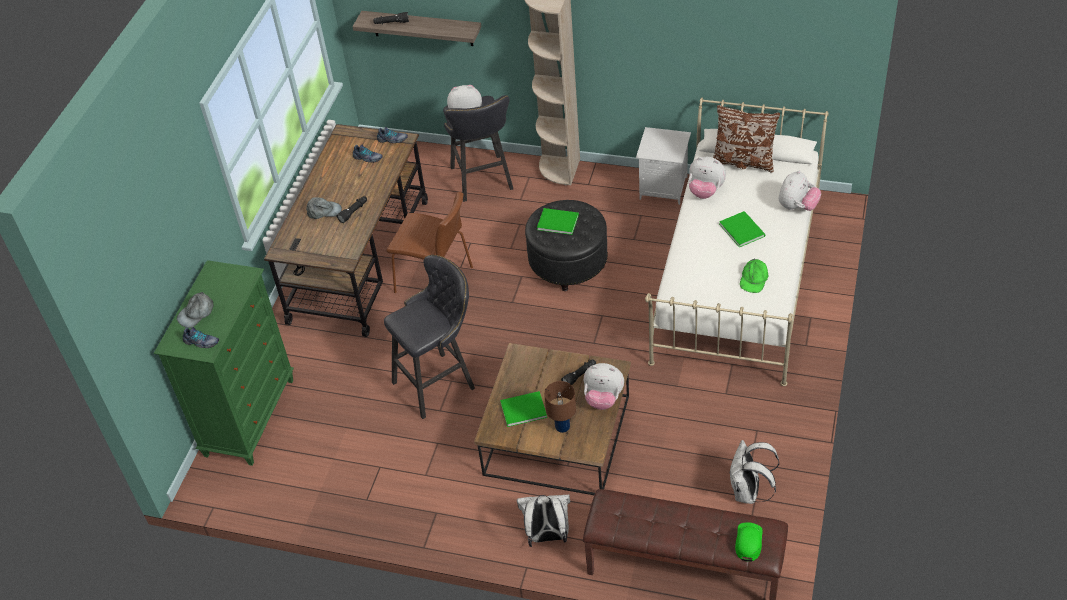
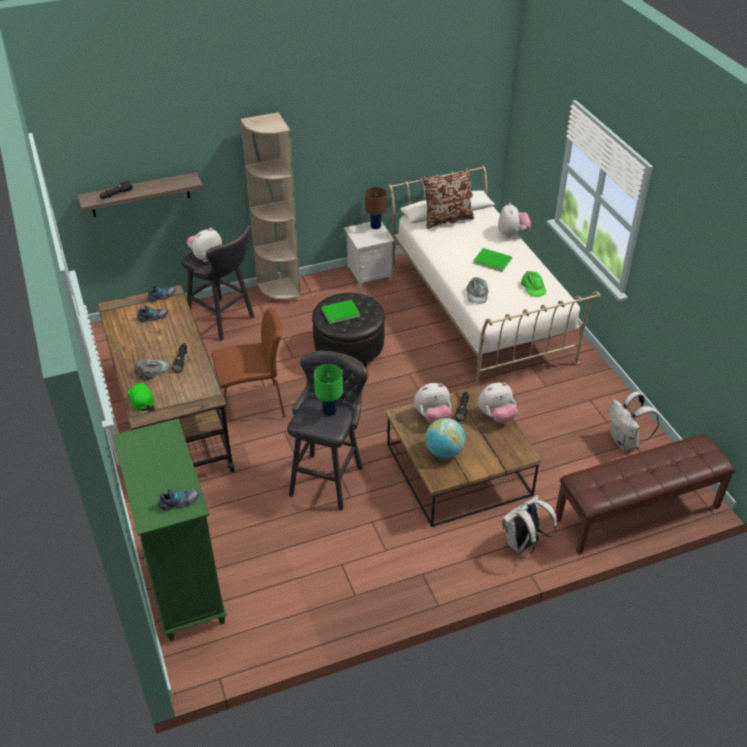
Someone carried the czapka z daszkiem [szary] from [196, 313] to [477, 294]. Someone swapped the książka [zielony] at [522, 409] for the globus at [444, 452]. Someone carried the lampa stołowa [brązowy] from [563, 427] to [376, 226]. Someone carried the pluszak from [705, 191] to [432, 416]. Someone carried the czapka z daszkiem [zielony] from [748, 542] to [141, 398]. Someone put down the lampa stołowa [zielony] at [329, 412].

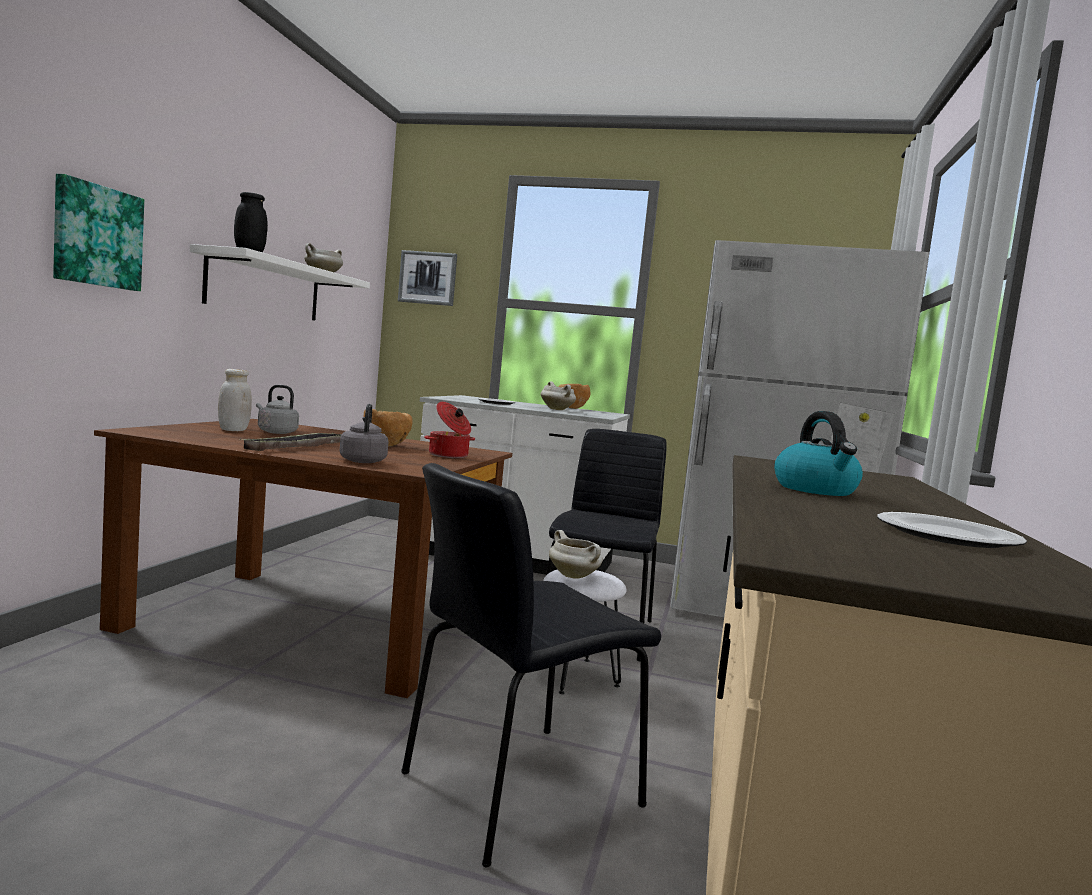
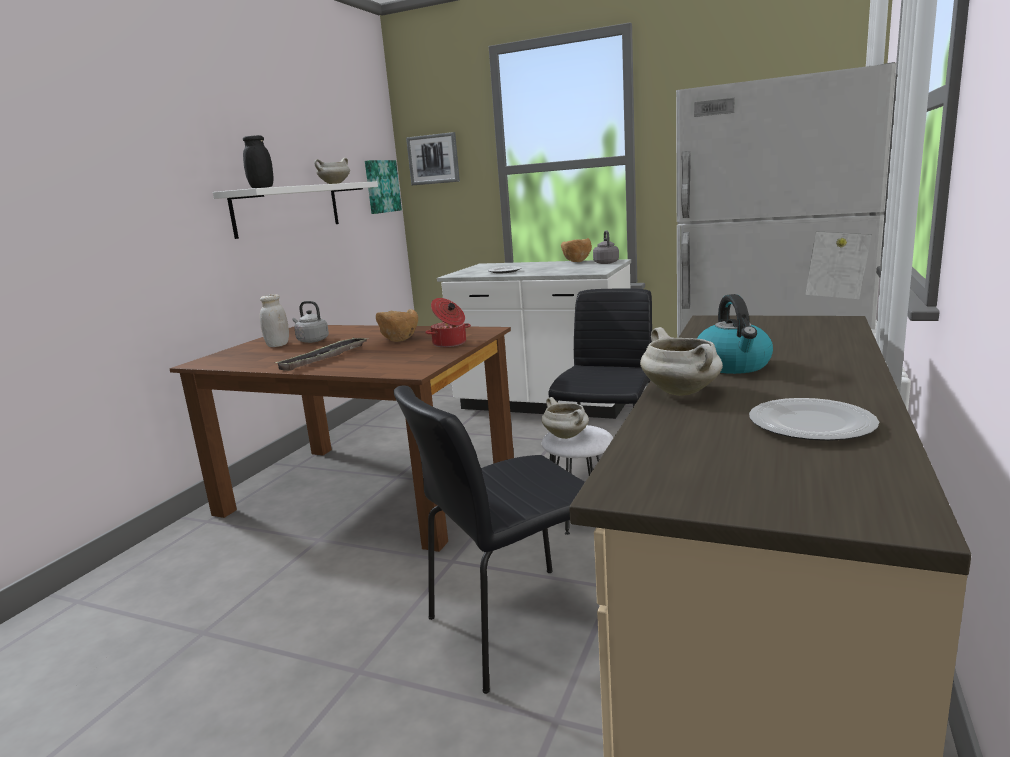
Someone carried the obraz from [96, 236] to [381, 186]. Someone carried the czajnik [szary] from [363, 461] to [606, 263]. Someone carried the garnek [biały] from [557, 409] to [682, 392].

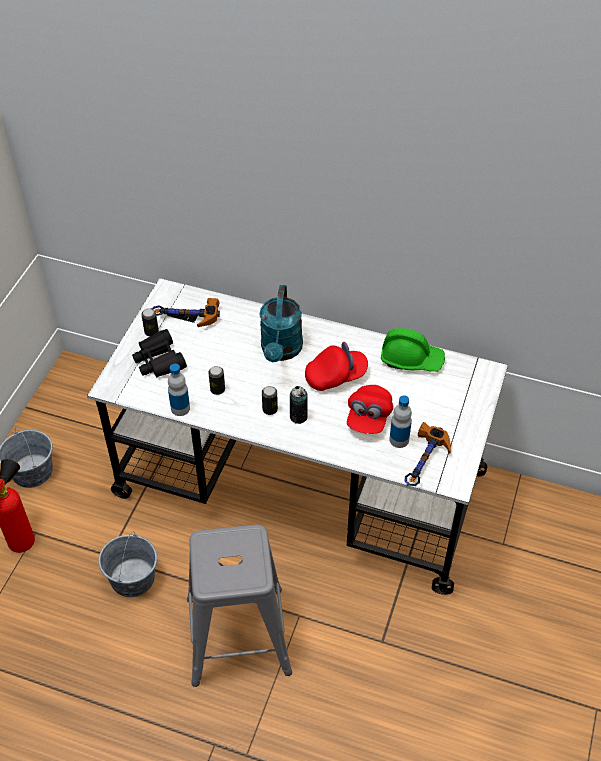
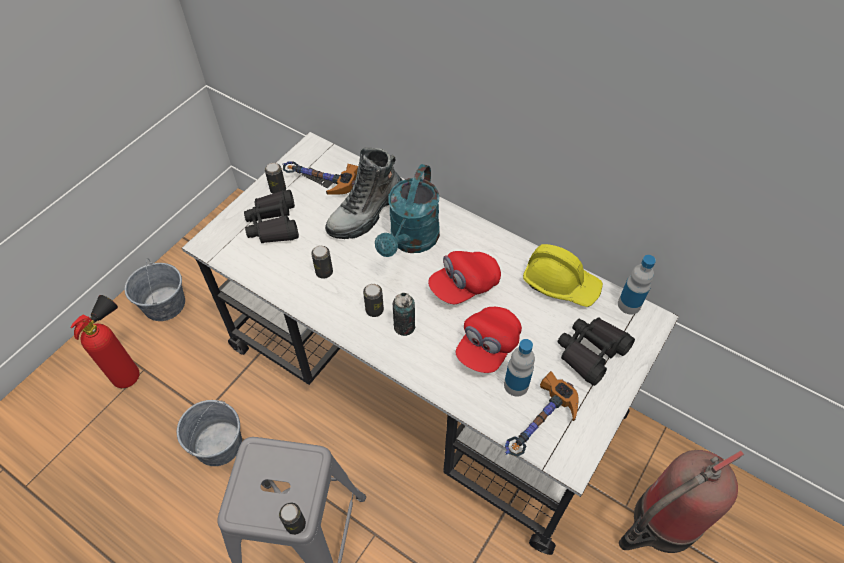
Someone carried the butelka from [180, 408] to [629, 304]. Someone rotated the czapka z daszkiem [czerwony] at [335, 376] by 150 degrees clockwise. Someone repainted the kask [zielony] at [411, 359], which became the kask [żółty] at [560, 283]. Someone put down the puszka at [295, 524]. Someone put down the but z cholewką at [366, 212]. Someone put down the lornetka [czarny] at [591, 352]. Someone put down the gaśnica at [660, 523].

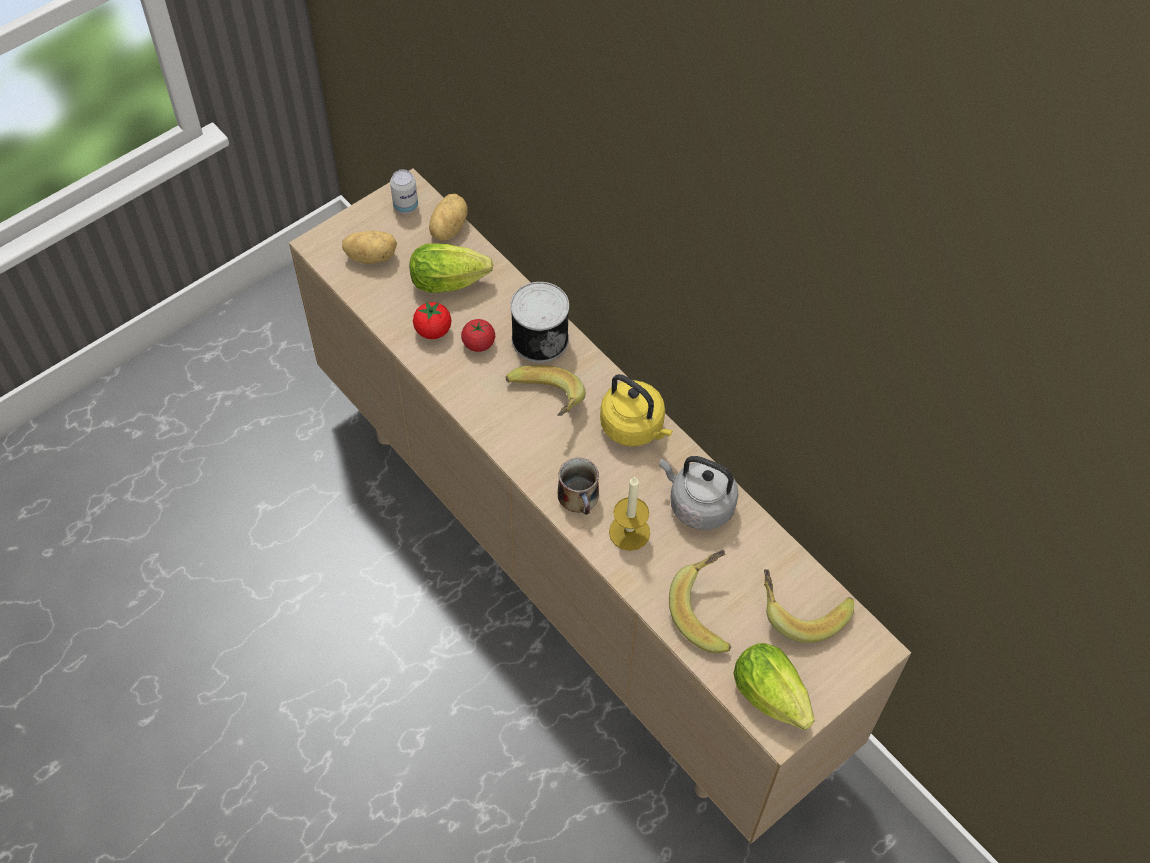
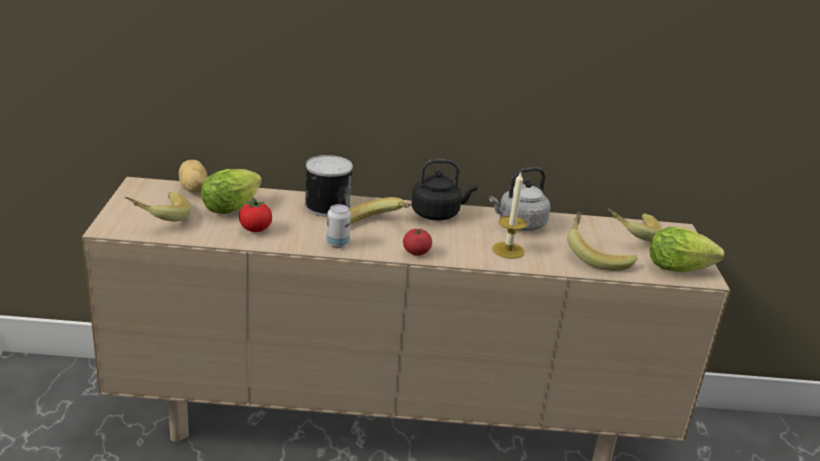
Someone swapped the ziemniak at [371, 256] for the banan at [158, 218]. Someone carried the puszka from [405, 206] to [337, 243]. Someone carried the pomidor from [478, 343] to [416, 252]. Someone took away the kubek at [579, 497]. Someone repainted the czajnik [żółty] at [634, 427], which became the czajnik [czarny] at [438, 214].

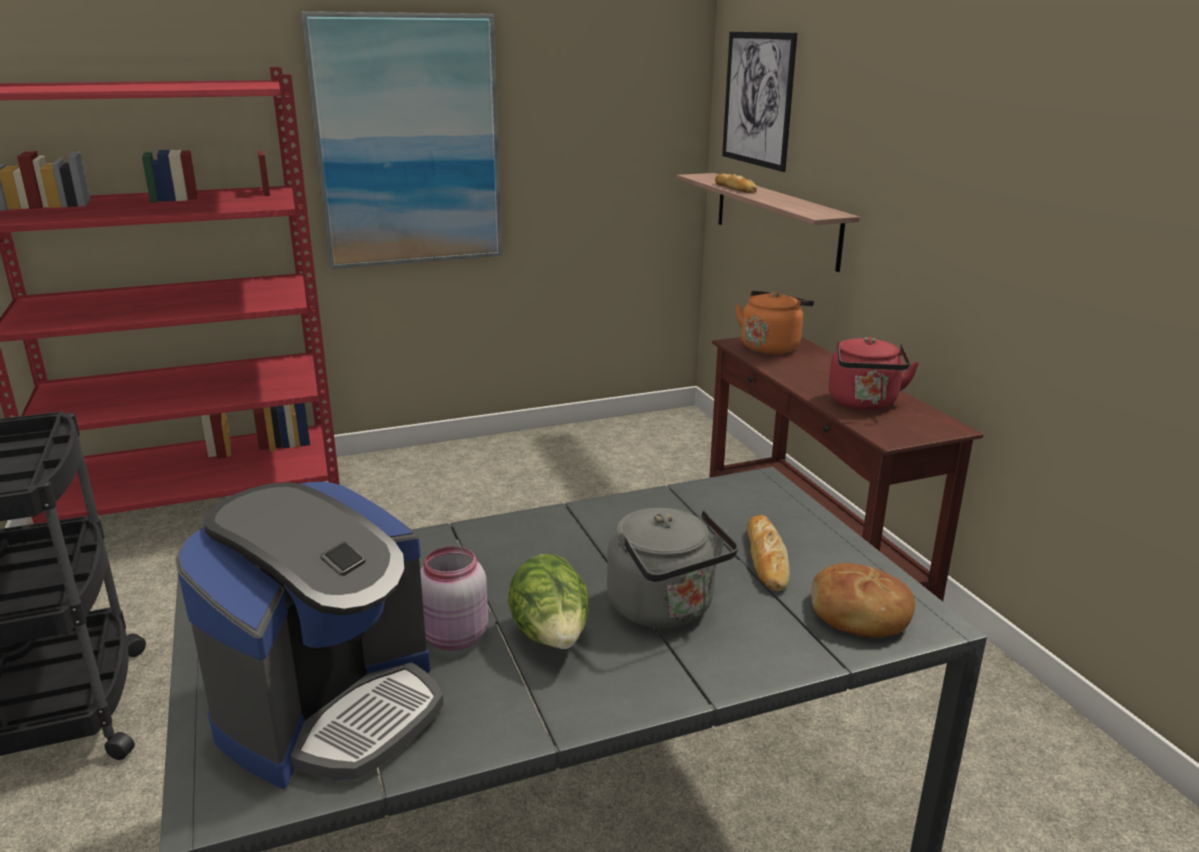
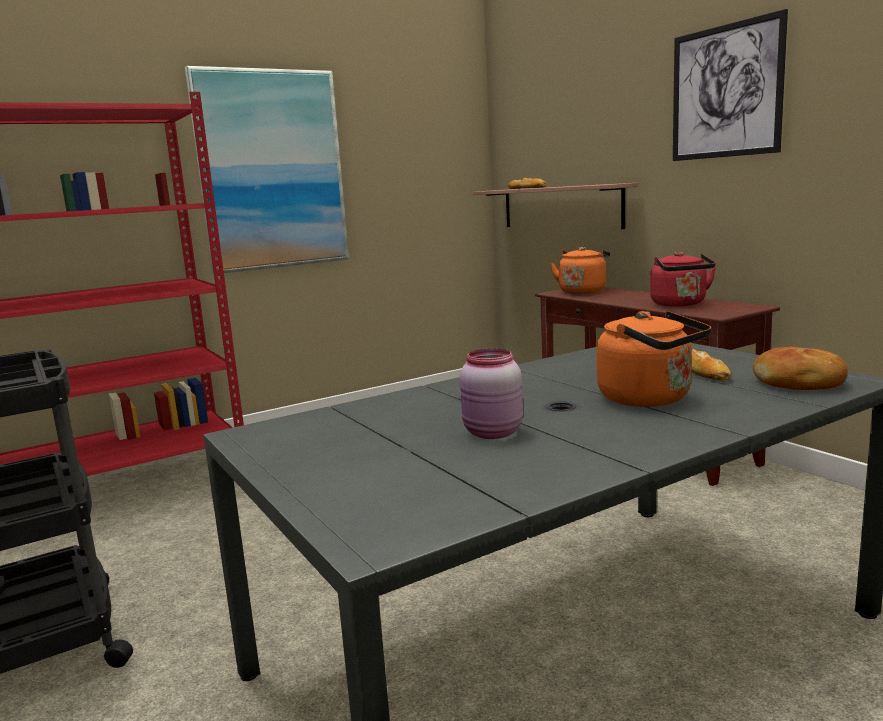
Someone took away the ekspres do kawy at [331, 708]. Someone took away the sałata at [551, 637]. Someone repainted the czajnik [szary] at [665, 610], which became the czajnik [pomarańczowy] at [650, 399]. Someone carried the obraz from [757, 99] to [725, 92].

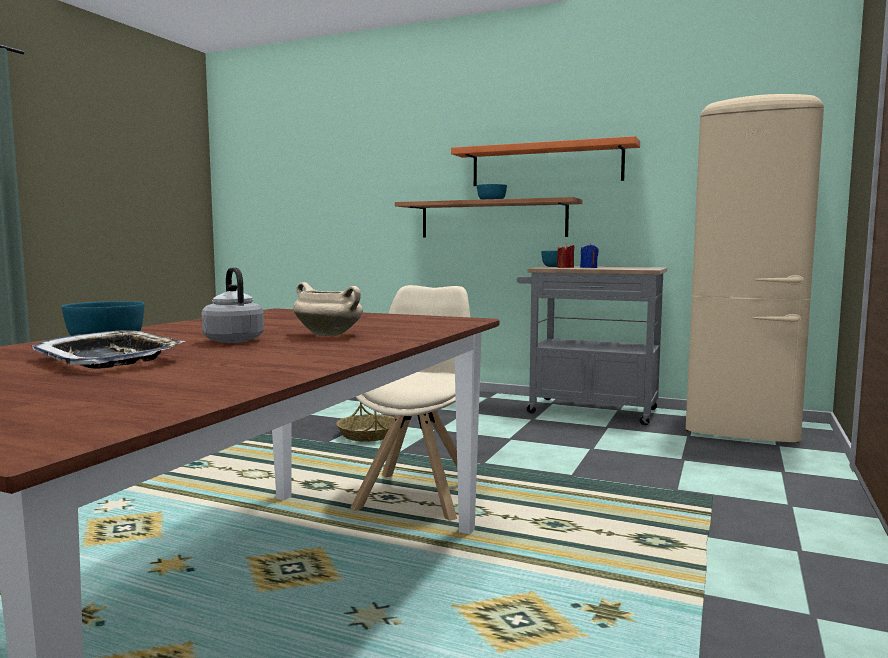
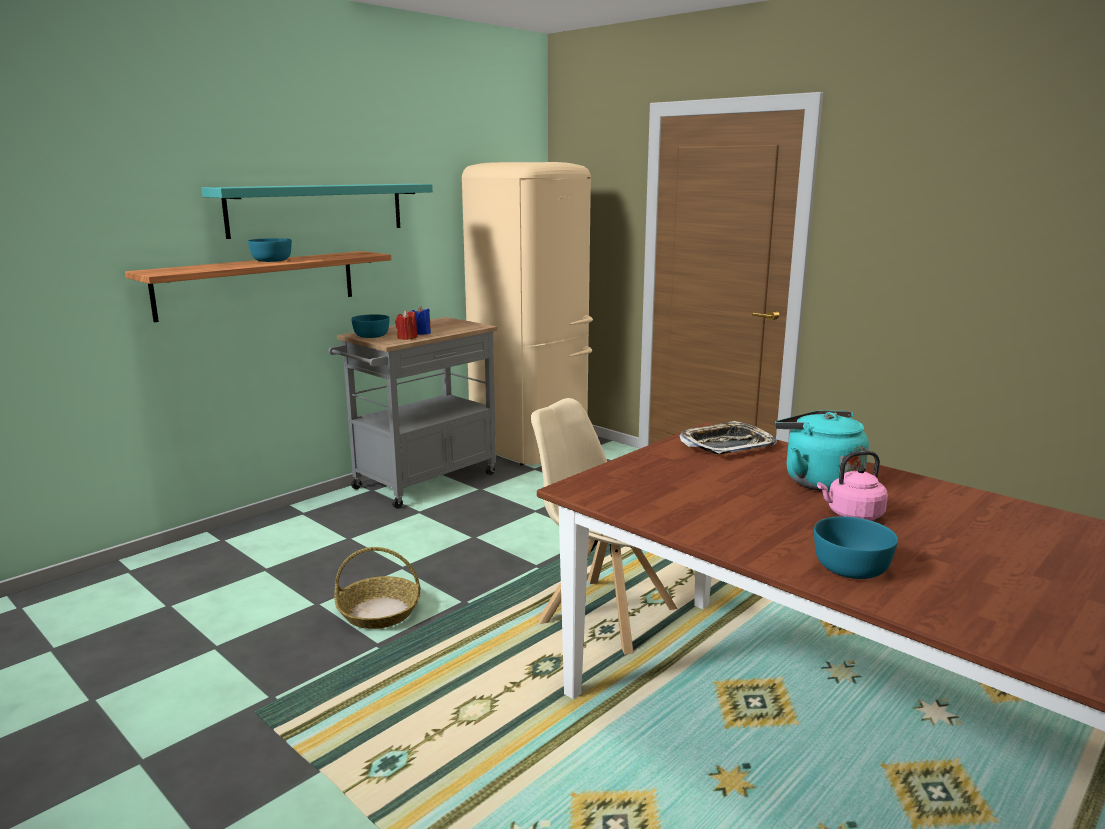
Someone carried the taca from [110, 359] to [727, 445]. Someone repainted the czajnik [szary] at [233, 340], which became the czajnik [różowy] at [852, 515]. Someone swapped the garnek [beżowy] at [330, 335] for the czajnik [turkusowy] at [817, 481]. Someone repainted the półka [pomarańczowy] at [546, 164], which became the półka [turkusowy] at [318, 209].

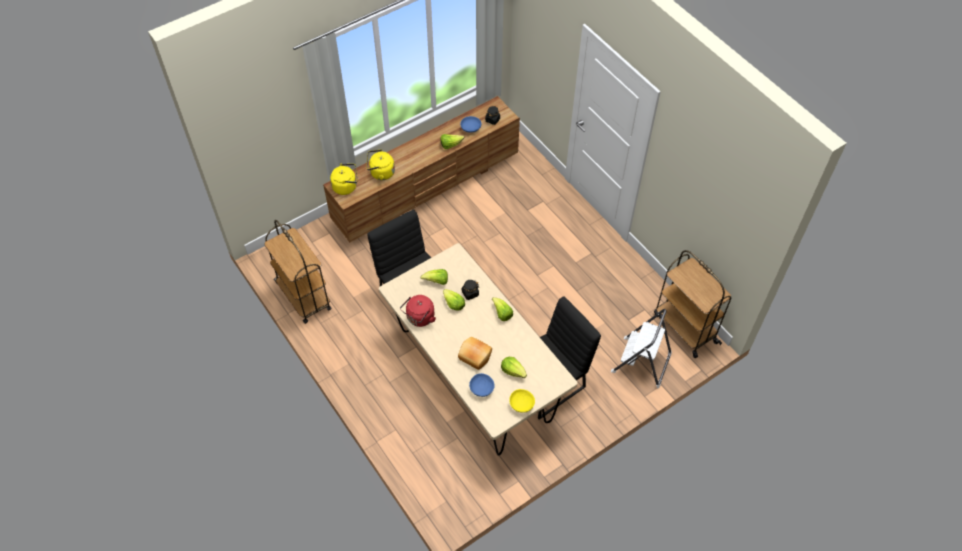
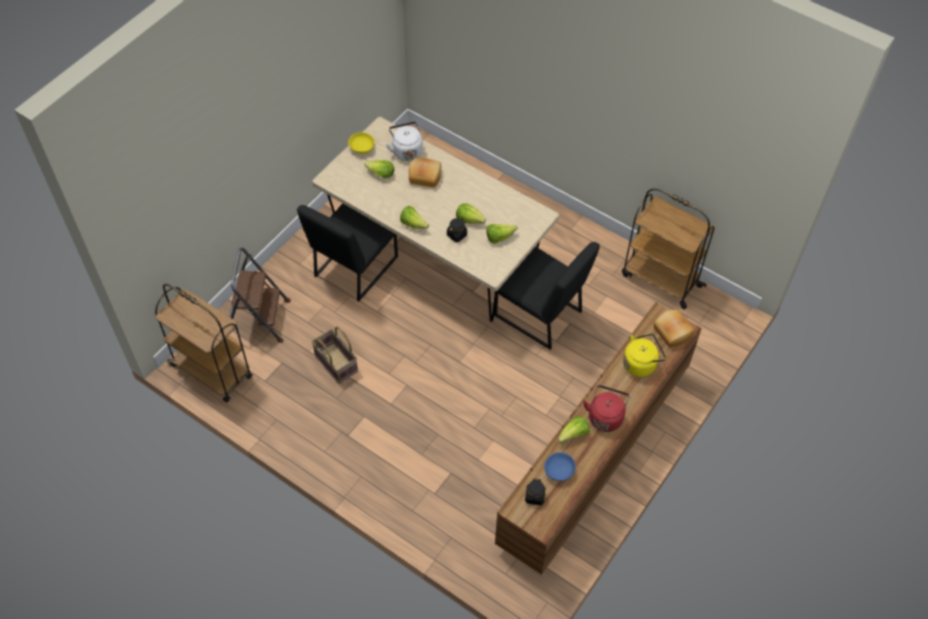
Someone swapped the czajnik [żółty] at [346, 186] for the chleb at [671, 333]. Someone carried the czajnik [czerwony] from [419, 318] to [605, 416]. Someone swapped the miska [niebieski] at [481, 389] for the czajnik [biały] at [406, 150]. Someone repainted the drabinka [biały] at [643, 363], which became the drabinka [brązowy] at [255, 318]. Someone put down the koszyk at [335, 363].

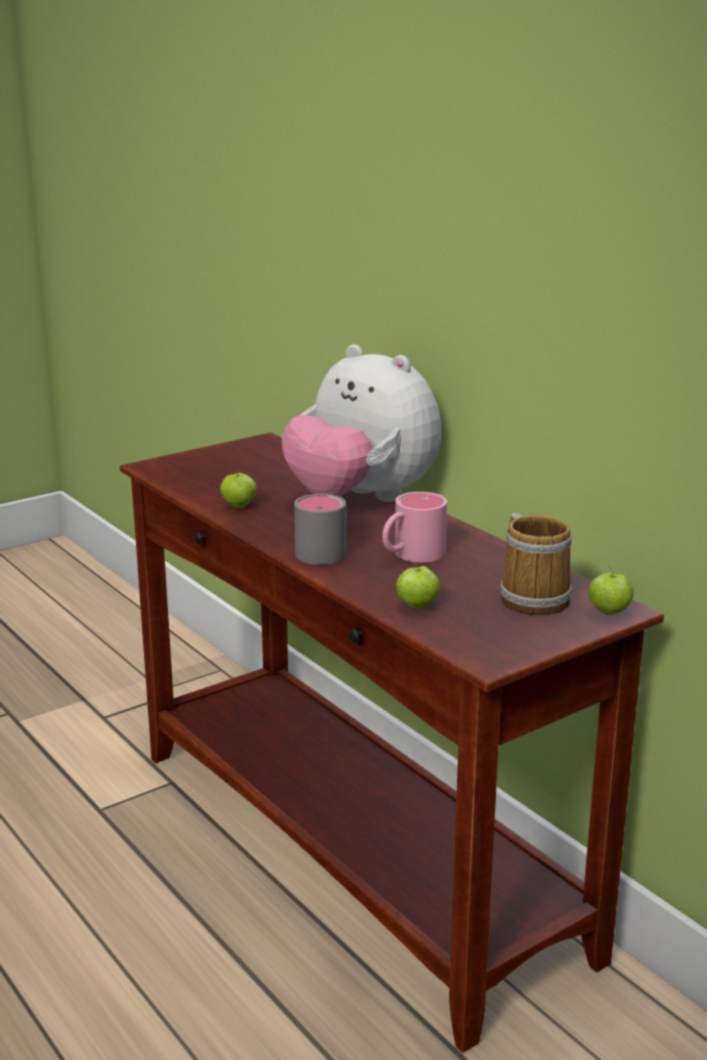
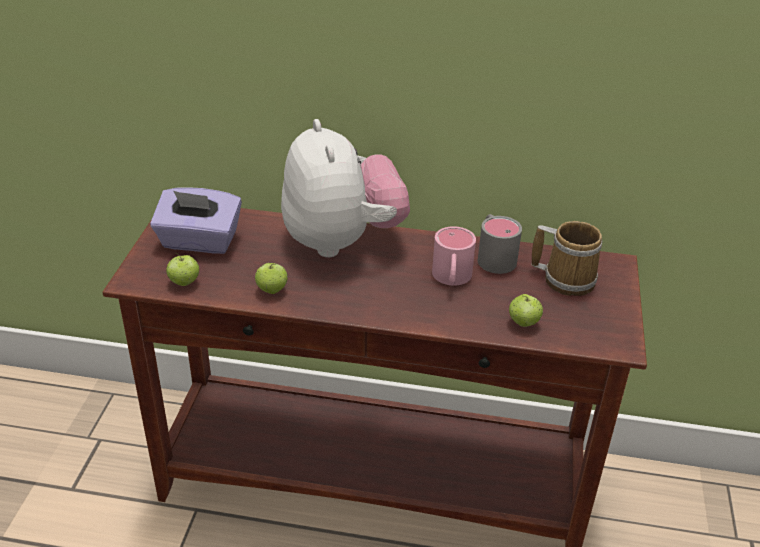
Someone rotated the pluszak at [361, 499] by 105 degrees counterclockwise. Someone carried the kubek [szary] from [327, 550] to [493, 256]. Someone carried the jabłko from [609, 612] to [184, 282]. Someone put down the pudełko chusteczek [fioletowy] at [199, 241].

